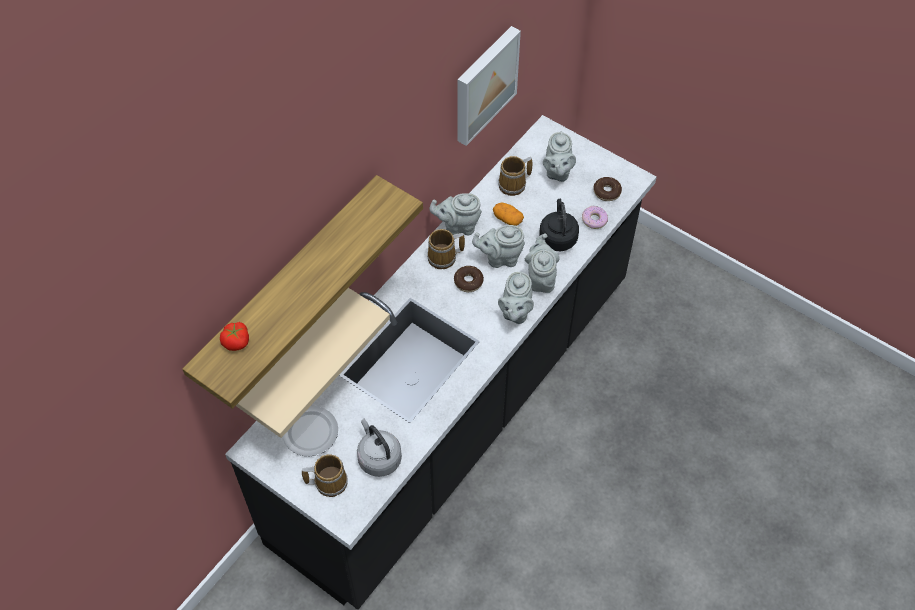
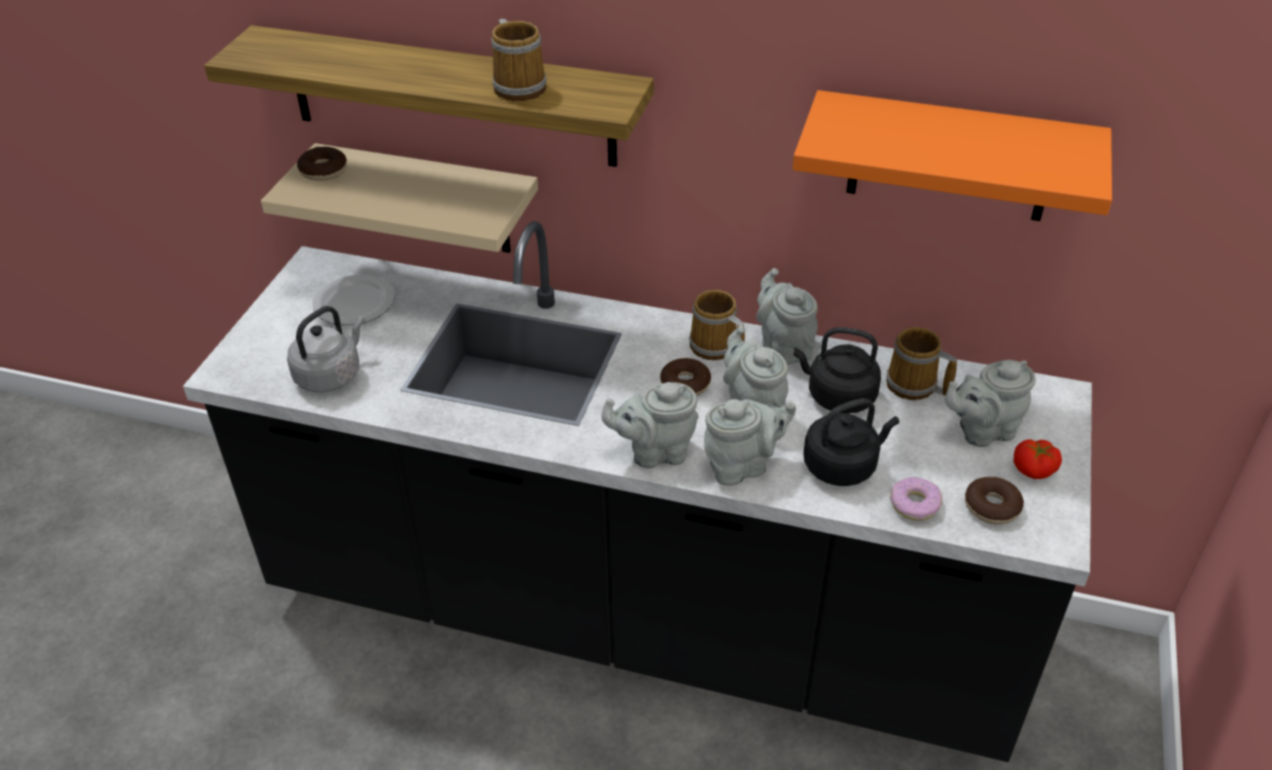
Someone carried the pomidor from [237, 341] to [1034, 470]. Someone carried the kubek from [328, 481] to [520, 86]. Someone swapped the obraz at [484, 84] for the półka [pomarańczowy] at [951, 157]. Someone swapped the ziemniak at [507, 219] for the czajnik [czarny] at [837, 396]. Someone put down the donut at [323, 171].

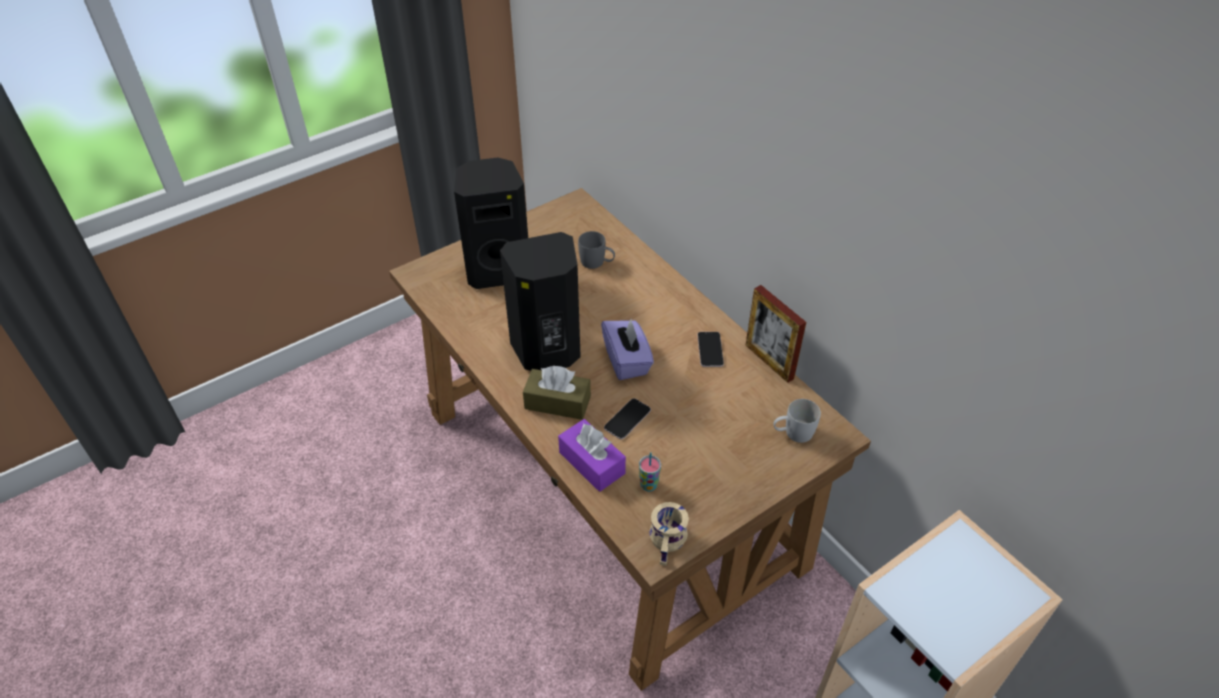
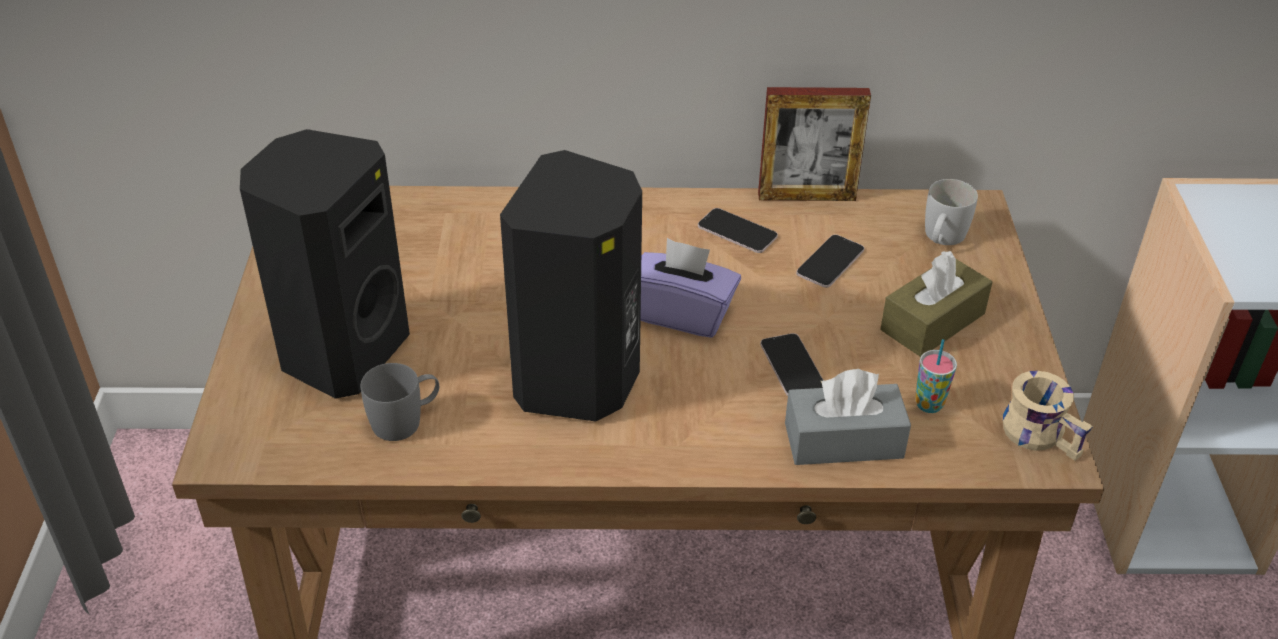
Someone carried the pudełko chusteczek [brązowy] from [557, 402] to [932, 322]. Someone repainted the pudełko chusteczek [fioletowy] at [592, 463], which became the pudełko chusteczek [szary] at [843, 440]. Someone carried the kubek [szary] from [597, 263] to [406, 420]. Someone put down the telefon at [830, 262].

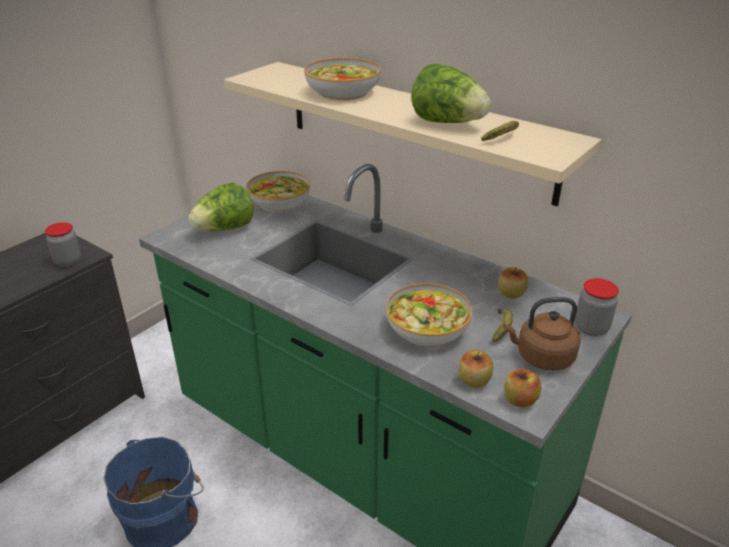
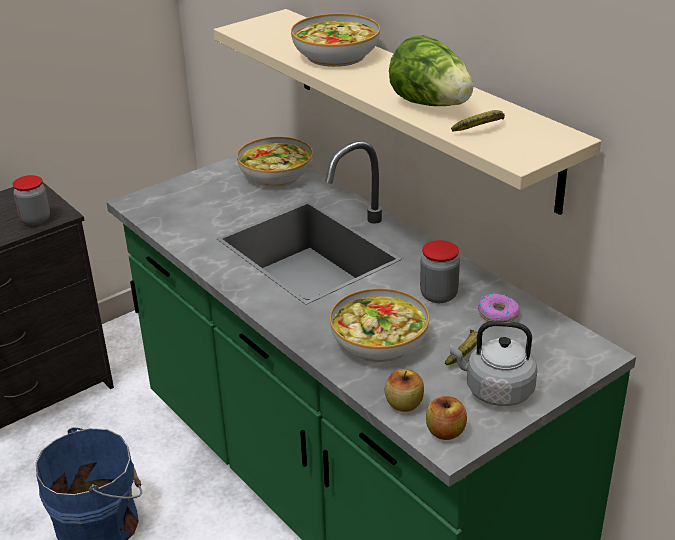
Someone took away the sałata at [224, 229]. Someone swapped the jabłko at [511, 294] for the donut at [498, 314]. Someone repainted the czajnik [brązowy] at [541, 357], which became the czajnik [szary] at [495, 390]. Someone carried the słoik from [591, 328] to [438, 295].

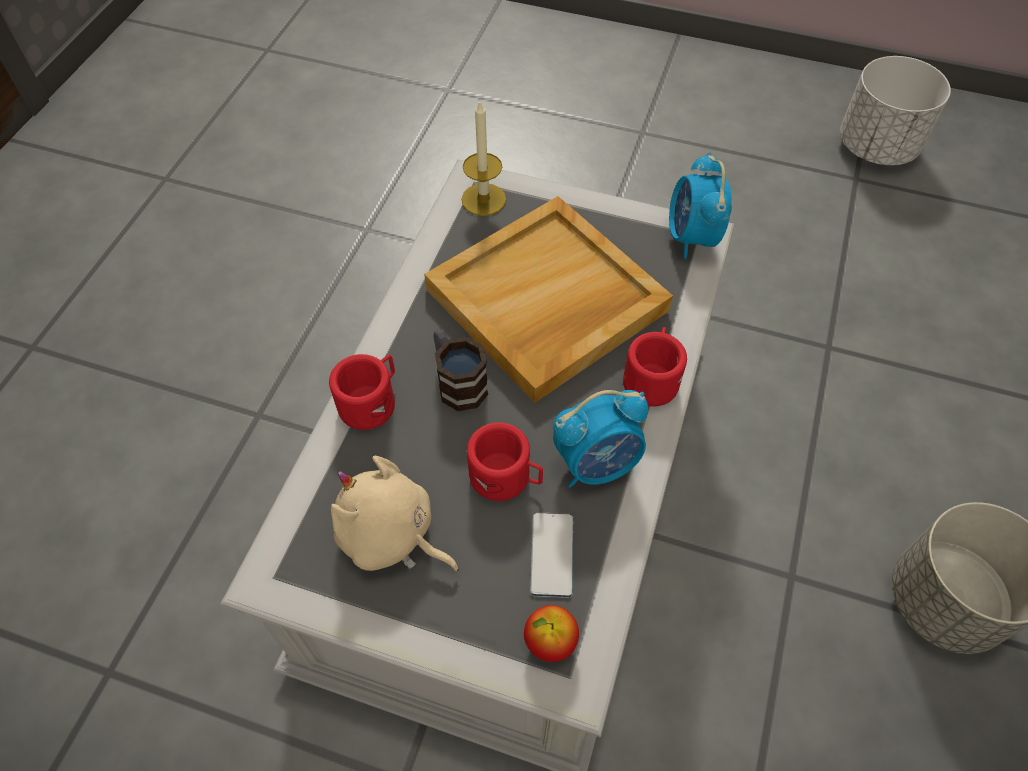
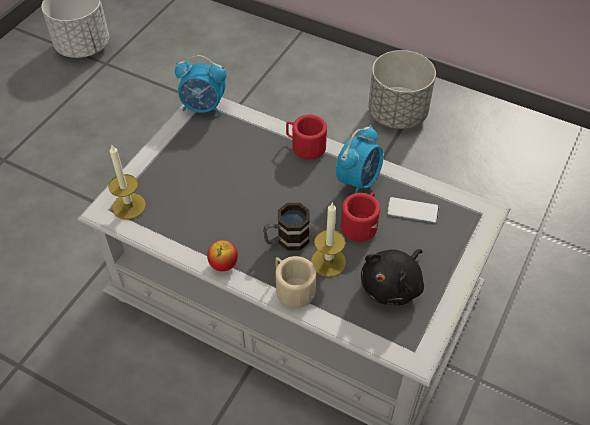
Someone repainted the kubek [czerwony] at [371, 401], which became the kubek [beżowy] at [292, 288]. Someone repainted the pluszak [beżowy] at [391, 536], which became the pluszak [czarny] at [393, 286]. Someone took away the taca [beżowy] at [546, 302]. Someone carried the jabłko from [550, 642] to [223, 265]. Someone rotated the budzik at [597, 463] by 45 degrees clockwise. Someone put down the świeca at [328, 262].

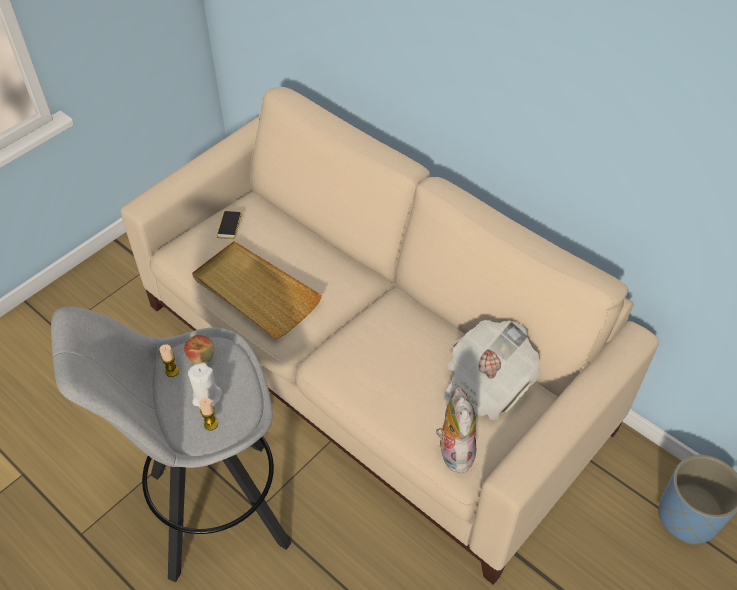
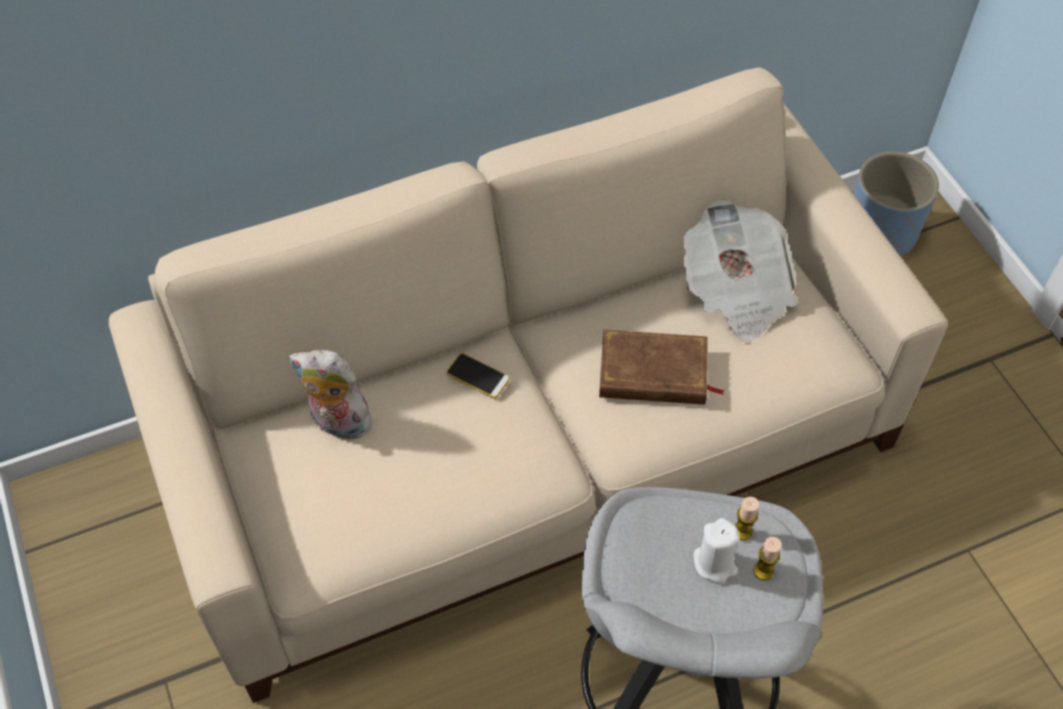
Someone carried the świeca from [172, 371] to [742, 531]. Someone took away the jabłko at [201, 356]. Someone took away the taca [beżowy] at [255, 292]. Someone carried the telefon from [229, 225] to [478, 376]. Someone carried the pluszak from [453, 451] to [337, 423]. Someone put down the książka [brązowy] at [653, 373].

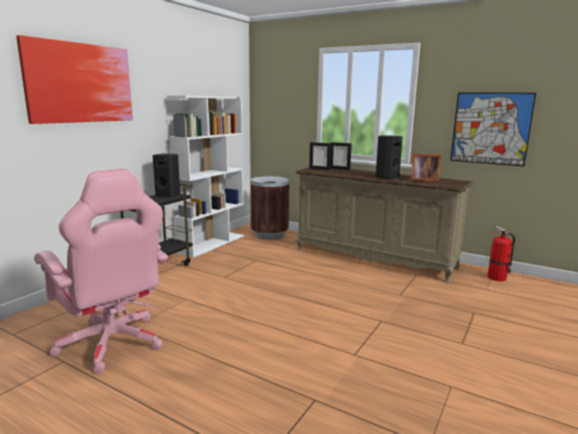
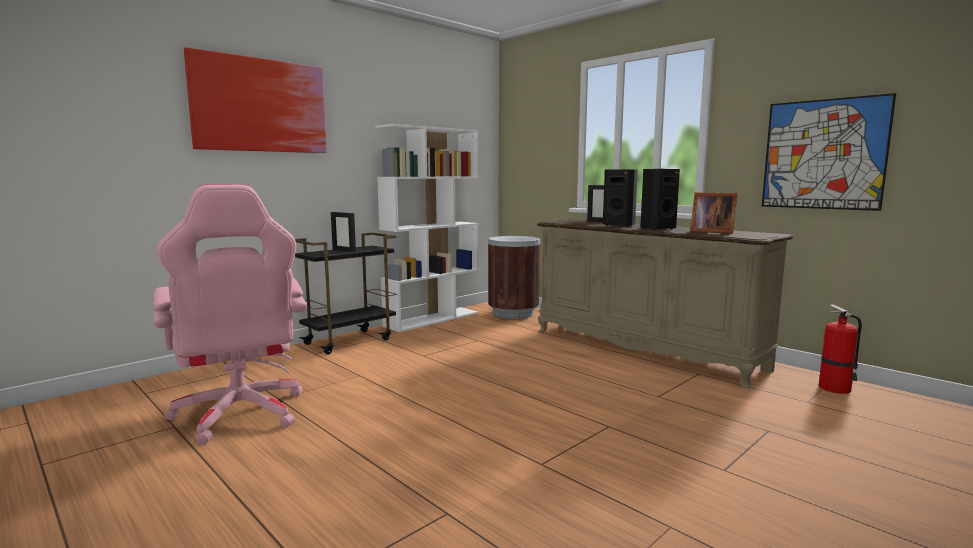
Someone carried the głośnik [czarny] from [168, 195] to [620, 225]. Someone carried the ramka na zdjęcie from [319, 169] to [344, 250].

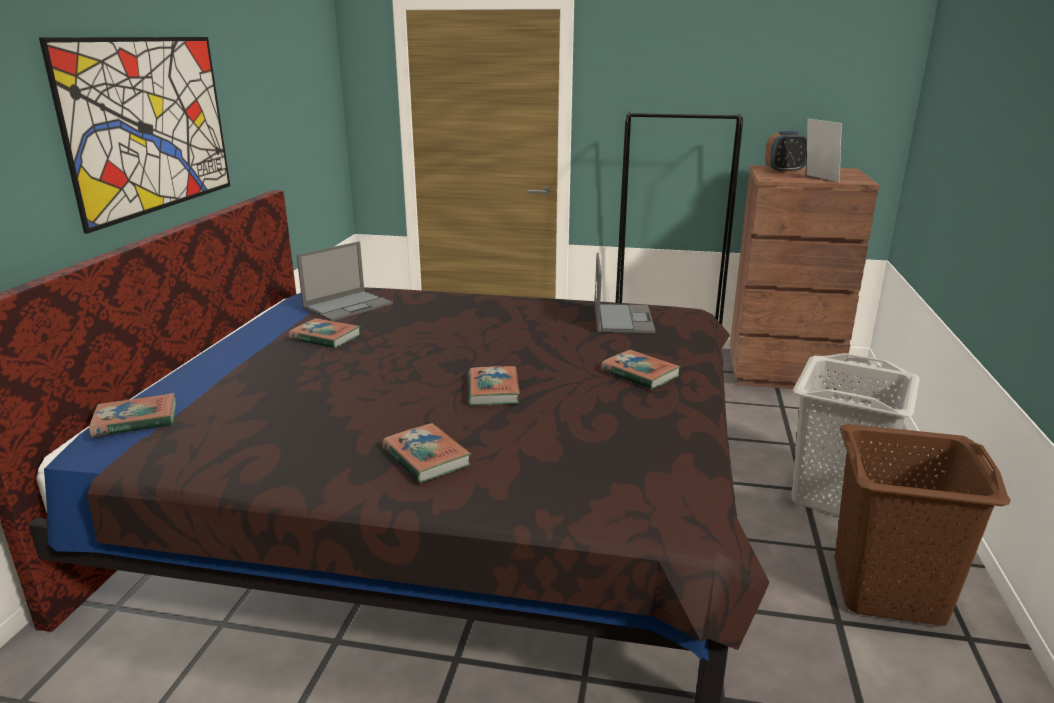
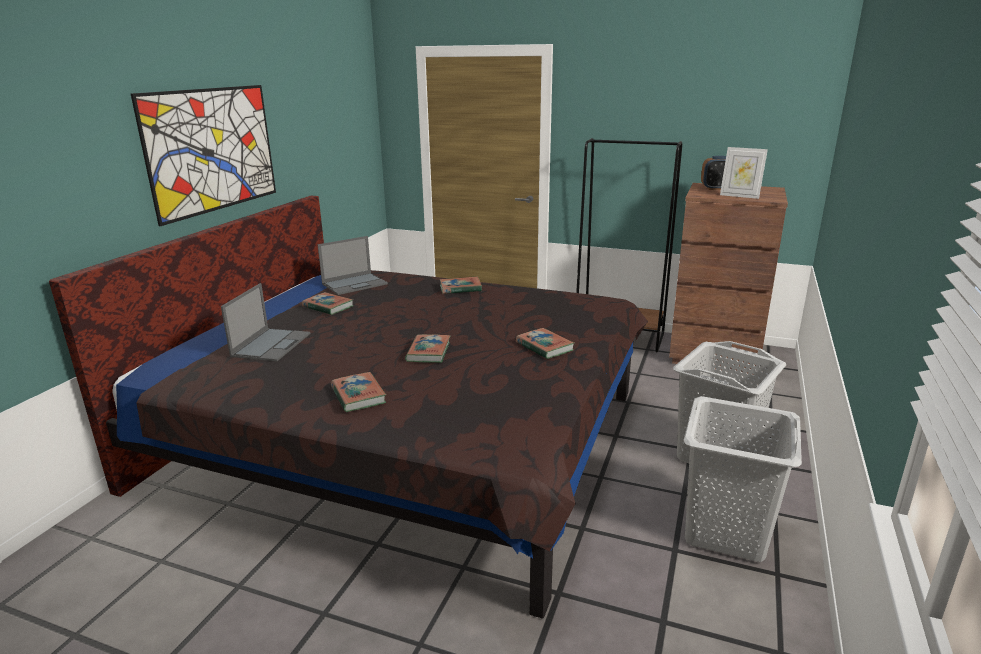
Someone carried the książka from [136, 420] to [460, 288]. Someone carried the laptop from [622, 319] to [271, 344]. Someone rotated the ramka na zdjęcie at [819, 178] by 135 degrees clockwise. Someone repainted the kosz na pranie [brązowy] at [889, 591], which became the kosz na pranie [szary] at [726, 532].

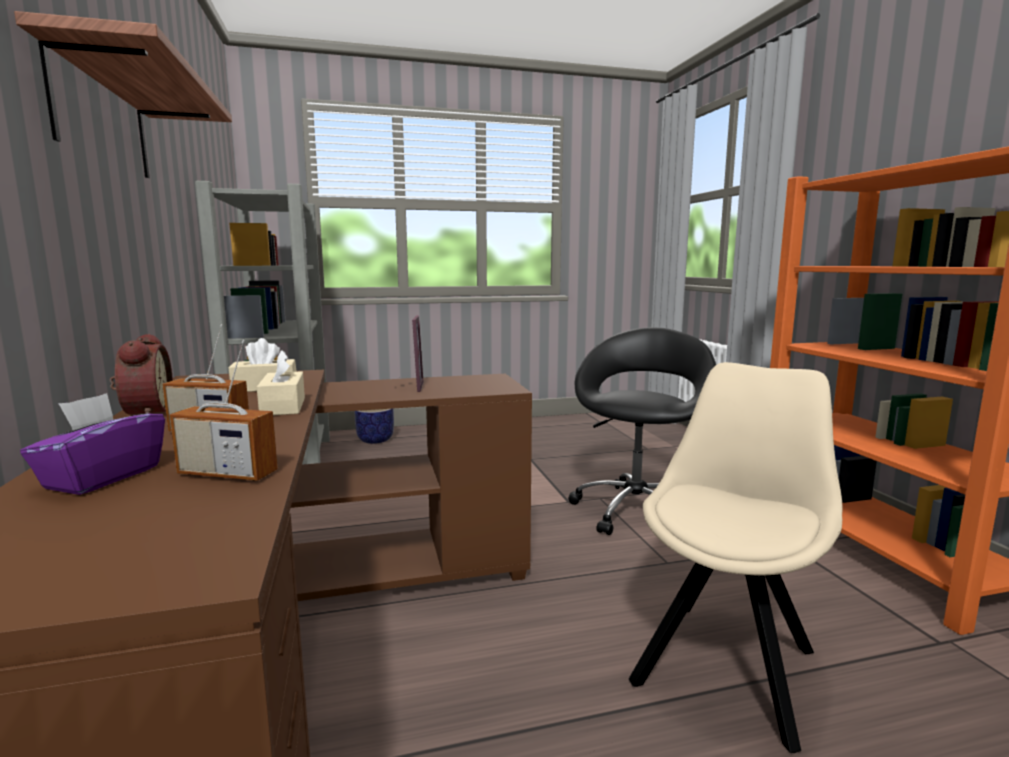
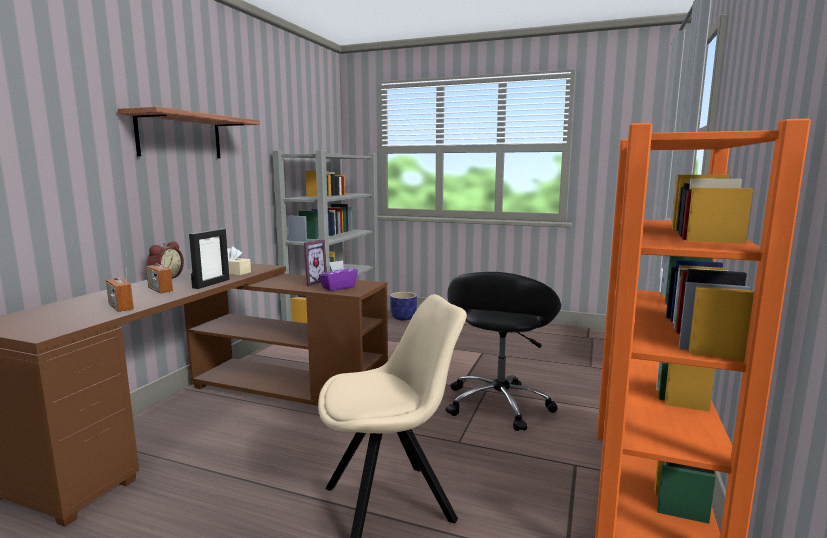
Someone carried the pudełko chusteczek [fioletowy] from [102, 477] to [338, 287]. Someone swapped the pudełko chusteczek [beżowy] at [283, 406] for the ramka na zdjęcie at [211, 283]. Someone rotated the krzesło biurowe [czarny] at [638, 511] by 135 degrees clockwise.

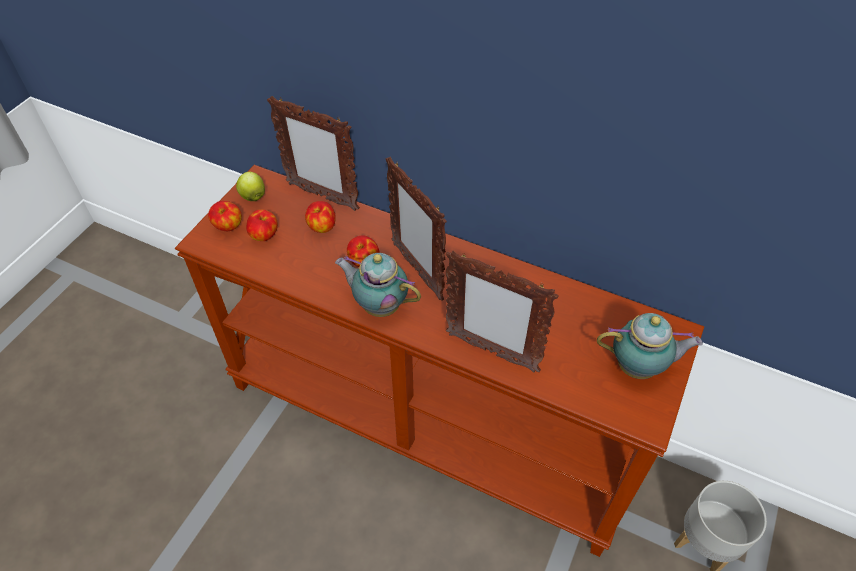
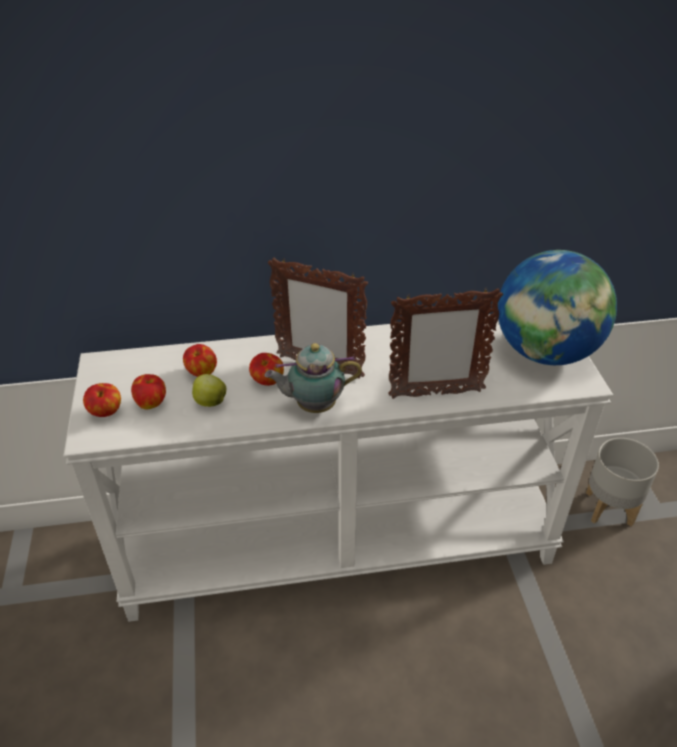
Someone repainted the stolik konsolowy [brązowy] at [430, 420], which became the stolik konsolowy [biały] at [339, 541]. Someone carried the jabłko from [253, 196] to [209, 402]. Someone took away the ramka na zdjęcie at [322, 196]. Someone swapped the imbryk at [639, 367] for the globus at [545, 352].

